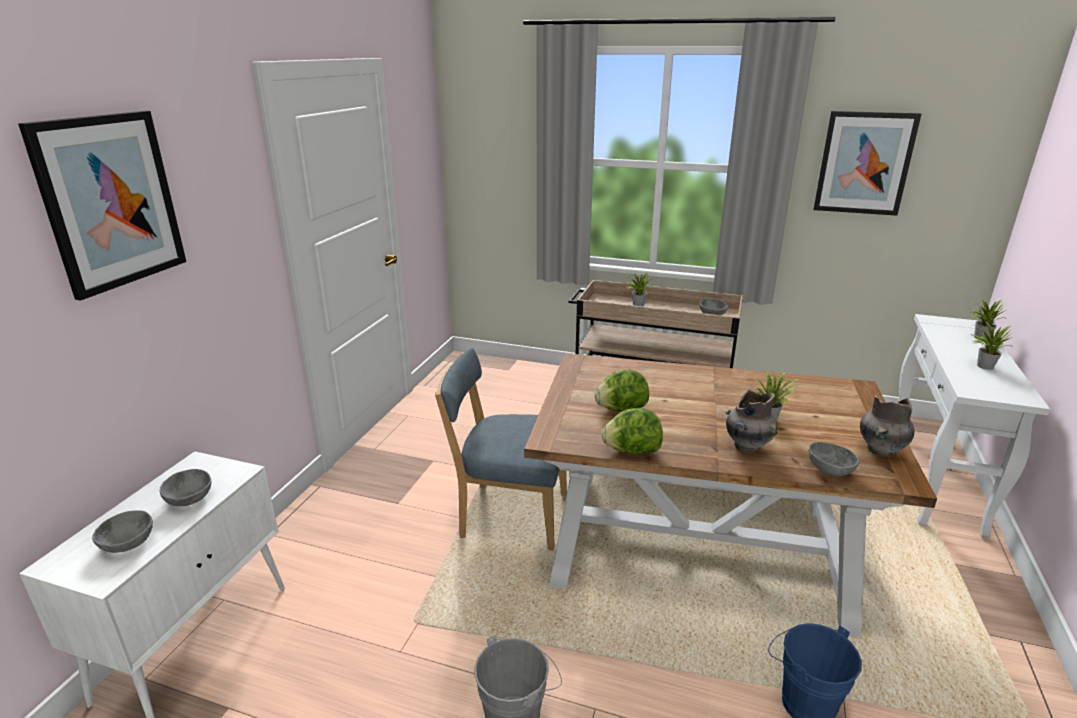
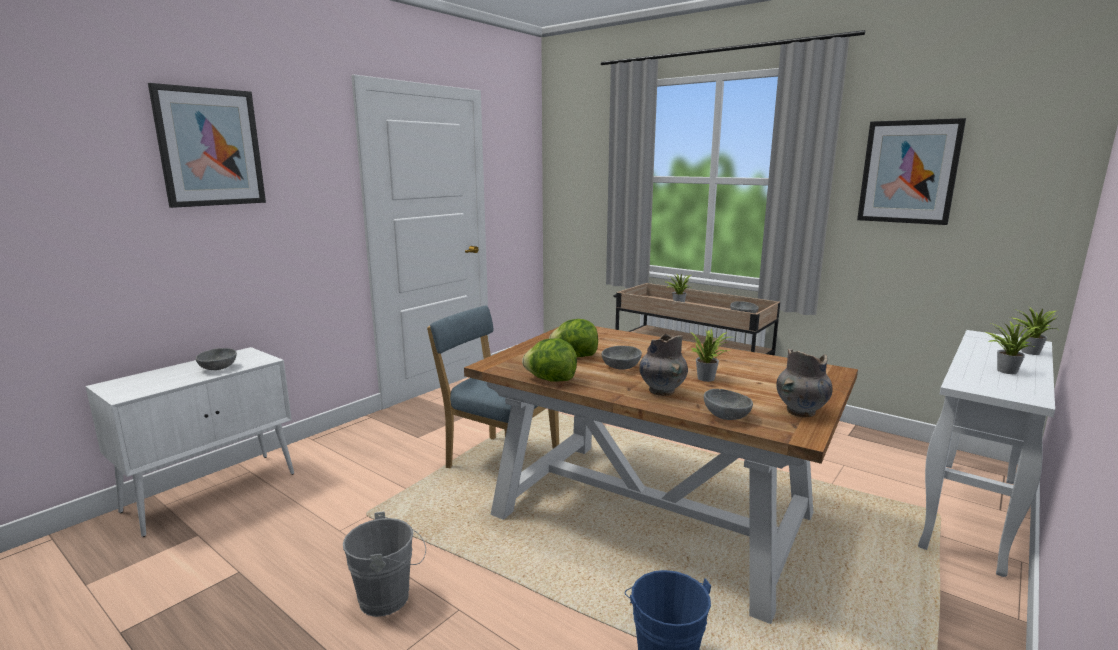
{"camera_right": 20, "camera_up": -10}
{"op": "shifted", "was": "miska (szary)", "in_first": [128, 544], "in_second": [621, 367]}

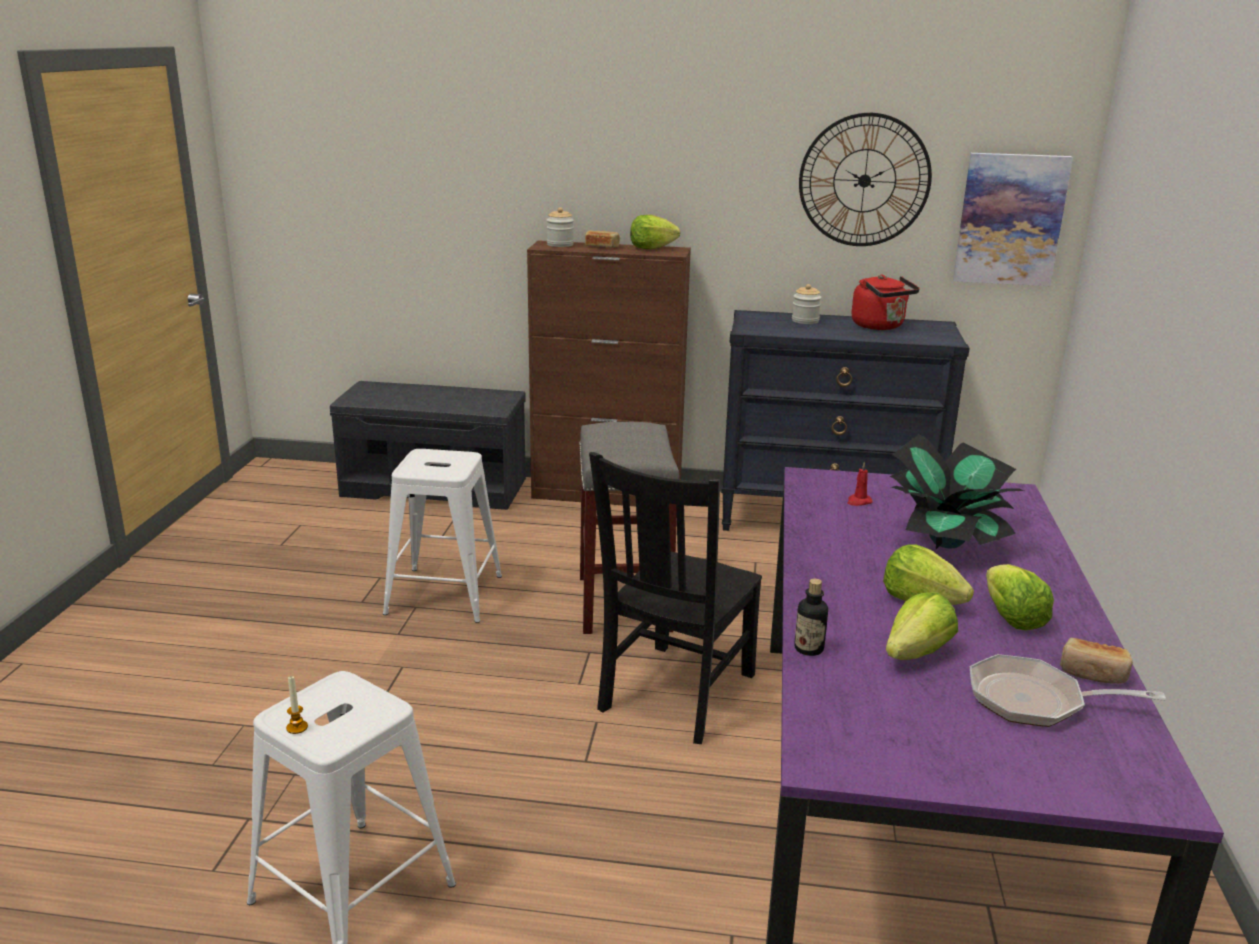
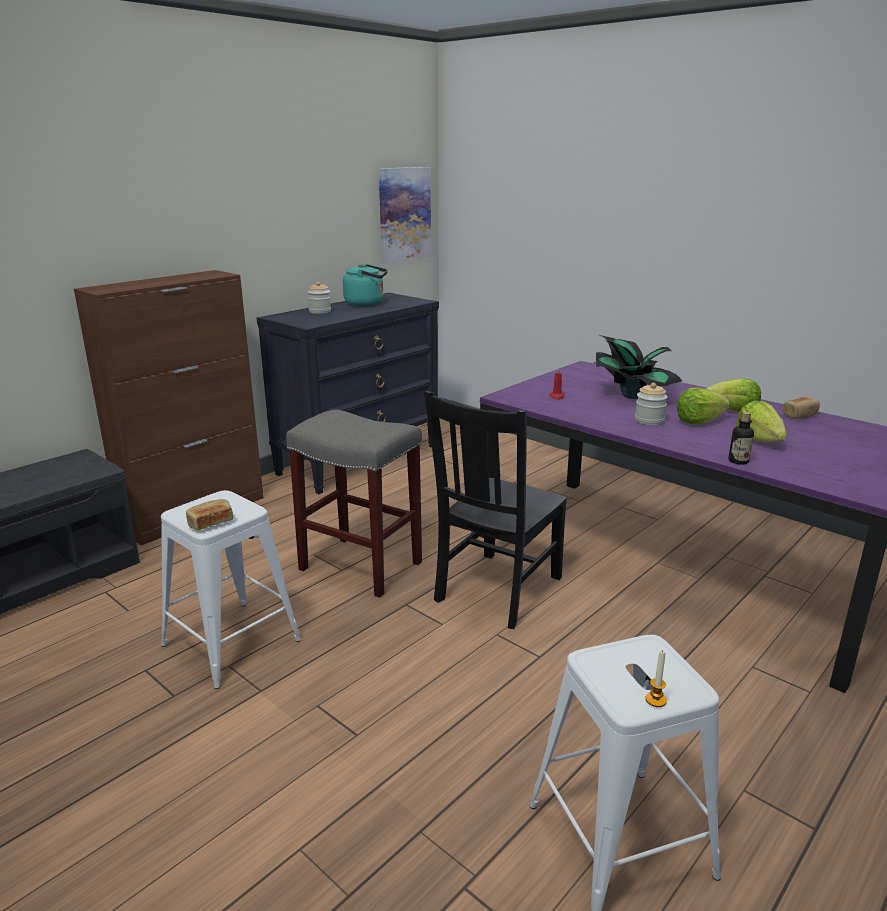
{"camera_right": -55, "camera_up": 0}
{"op": "shifted", "was": "chleb", "in_first": [602, 247], "in_second": [210, 523]}
{"op": "repainted", "was": "czajnik (czerwony)", "now": "czajnik (turkusowy)", "in_first": [880, 326], "in_second": [367, 303]}
{"op": "rotated", "was": "krzesło (czarny)", "in_first": [674, 694], "in_second": [496, 590], "clockwise": 60}
{"op": "shifted", "was": "słoik", "in_first": [560, 245], "in_second": [649, 420]}
{"op": "gone", "was": "sałata", "in_first": [651, 248]}
{"op": "gone", "was": "zegar ścienny", "in_first": [864, 180]}
{"op": "gone", "was": "patelnia", "in_first": [1035, 701]}

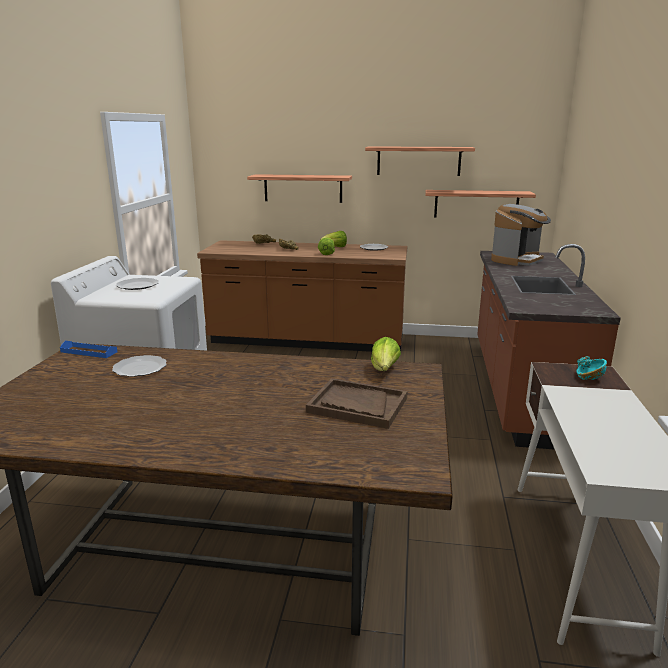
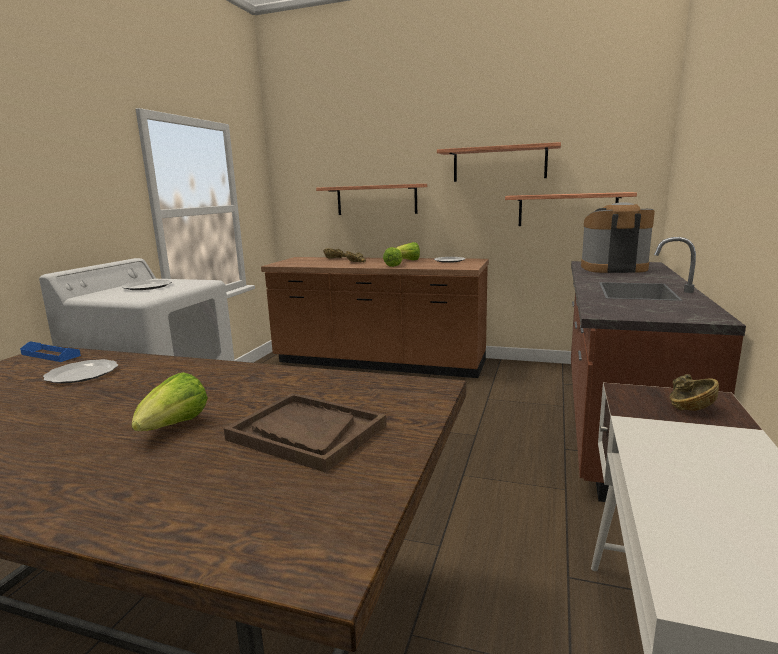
{"camera_right": 10, "camera_up": -5}
{"op": "shifted", "was": "sałata", "in_first": [384, 370], "in_second": [174, 427]}
{"op": "rotated", "was": "ekspres do kawy", "in_first": [517, 260], "in_second": [613, 268], "clockwise": -135}
{"op": "repainted", "was": "miska (turkusowy)", "now": "miska (brązowy)", "in_first": [585, 375], "in_second": [685, 403]}

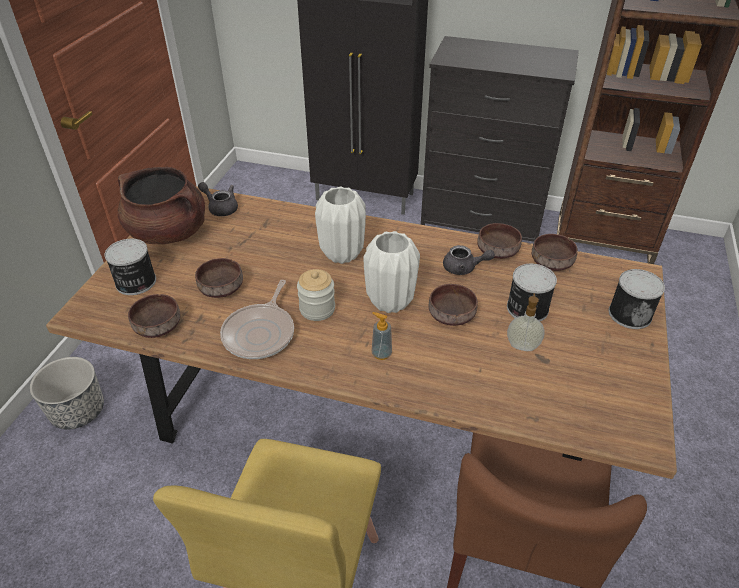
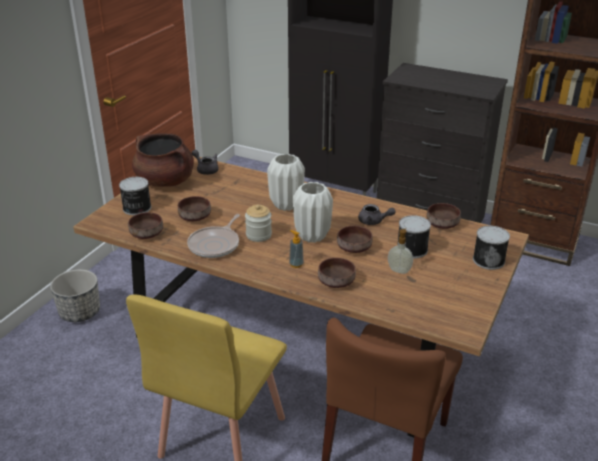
{"camera_right": 10, "camera_up": -10}
{"op": "shifted", "was": "miska (brązowy)", "in_first": [497, 250], "in_second": [336, 281]}

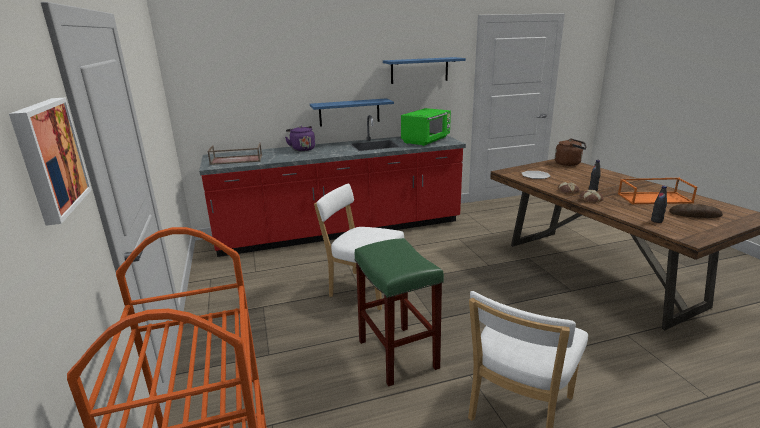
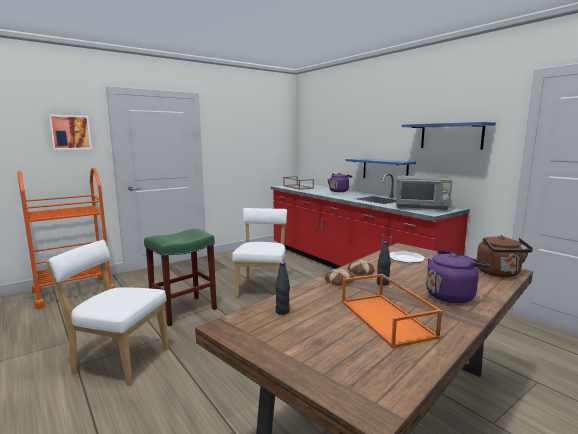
{"camera_right": 70, "camera_up": -10}
{"op": "repainted", "was": "mikrofalówka (zielony)", "now": "mikrofalówka (szary)", "in_first": [426, 140], "in_second": [421, 207]}
{"op": "new", "now": "czajnik (fioletowy)", "in_second": [452, 295]}
{"op": "gone", "was": "chleb", "in_first": [694, 214]}

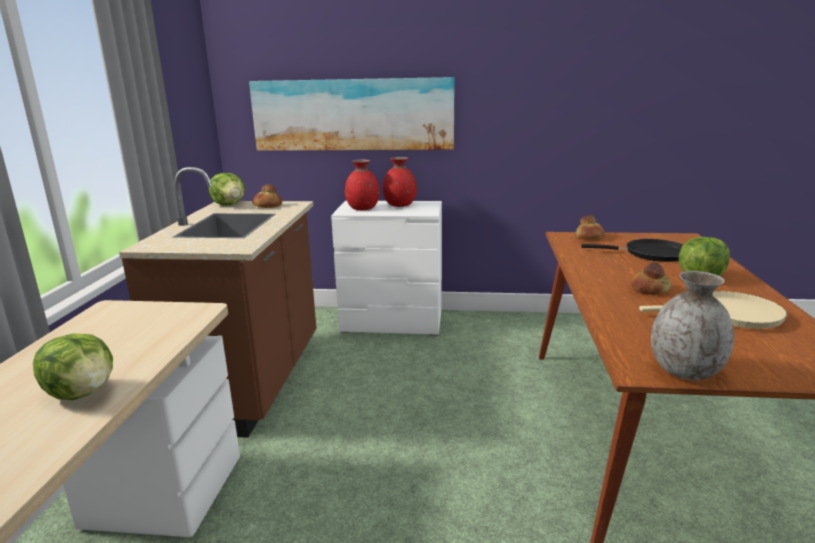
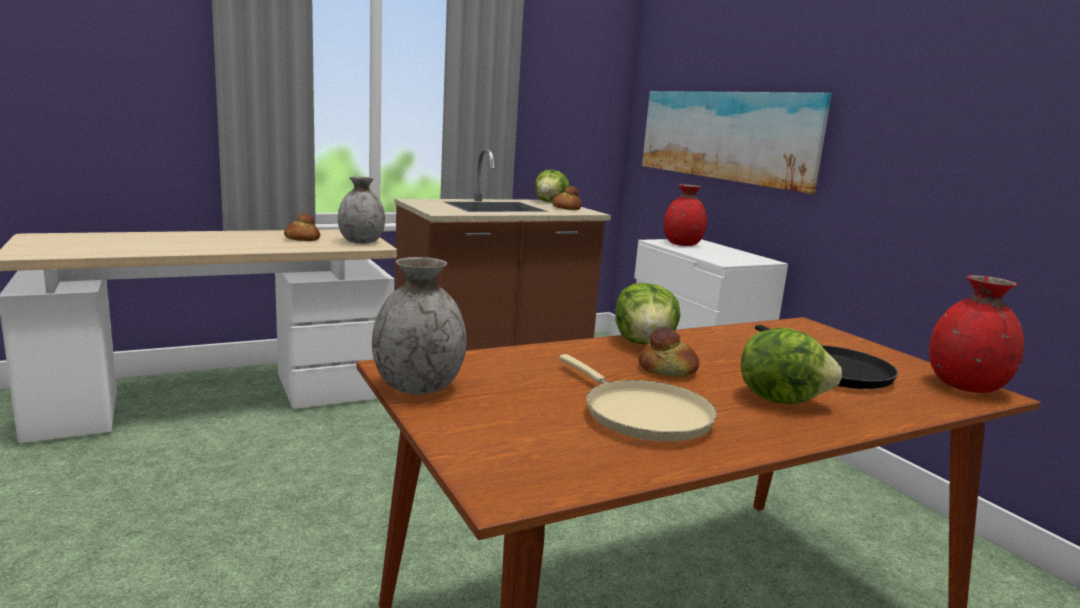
{"camera_right": 55, "camera_up": -5}
{"op": "shifted", "was": "chleb", "in_first": [589, 237], "in_second": [302, 239]}
{"op": "new", "now": "wazon (szary)", "in_second": [361, 242]}
{"op": "shifted", "was": "sałata", "in_first": [83, 392], "in_second": [644, 343]}
{"op": "shifted", "was": "wazon (czerwony)", "in_first": [400, 205], "in_second": [966, 386]}

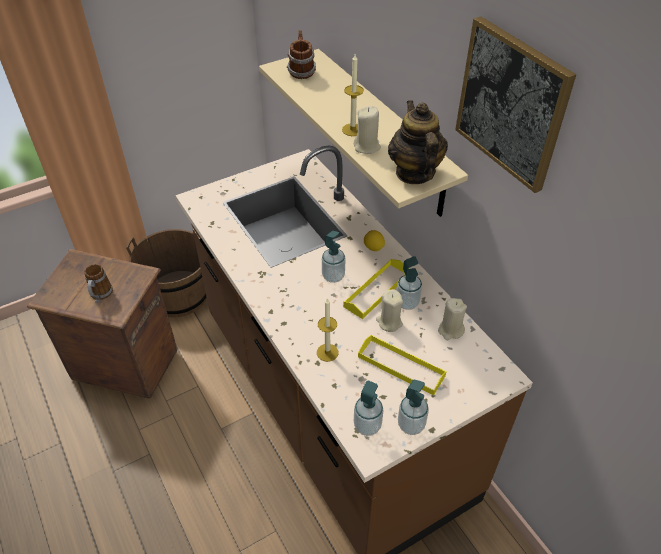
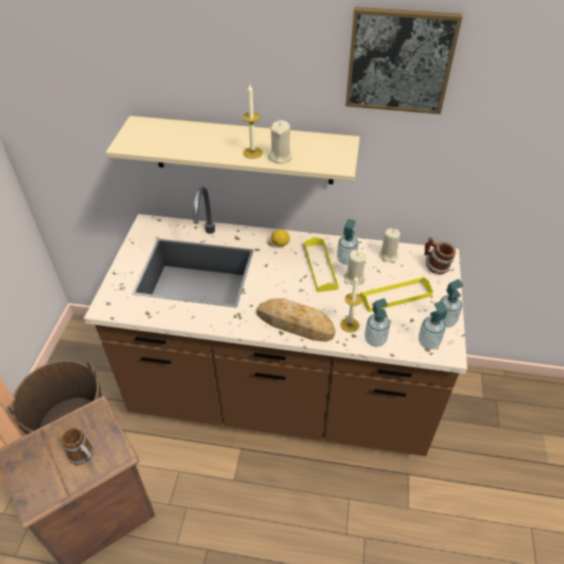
{"camera_right": -50, "camera_up": 0}
{"op": "new", "now": "chleb", "in_second": [295, 323]}
{"op": "shifted", "was": "dozownik mydła", "in_first": [333, 276], "in_second": [375, 340]}
{"op": "shifted", "was": "kubek", "in_first": [301, 72], "in_second": [435, 266]}
{"op": "gone", "was": "imbryk", "in_first": [414, 173]}

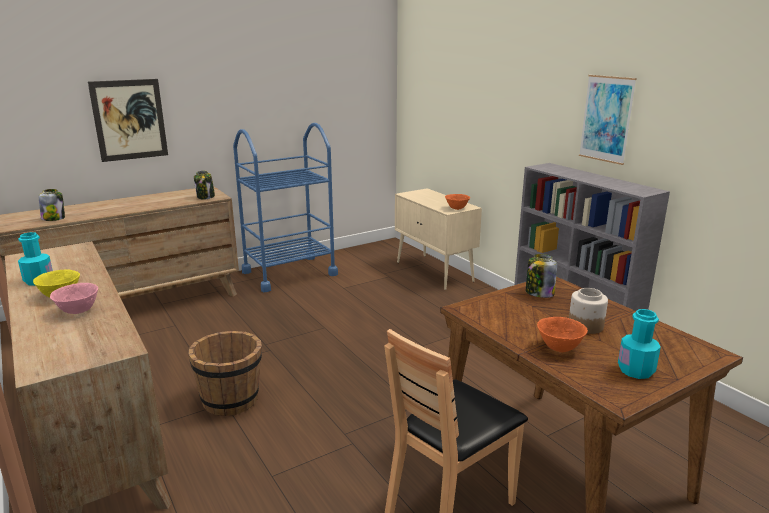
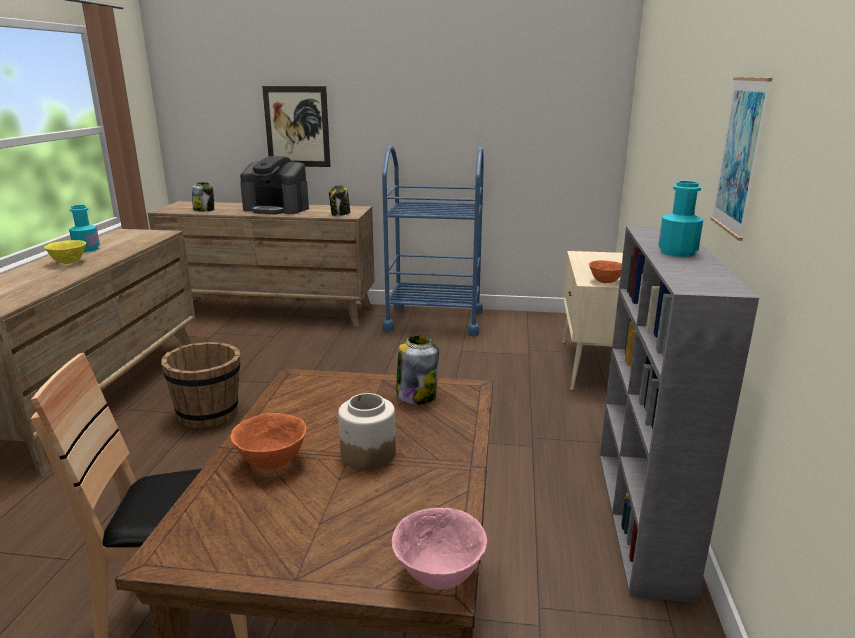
{"camera_right": 40, "camera_up": 0}
{"op": "new", "now": "ekspres do kawy", "in_second": [277, 209]}
{"op": "shifted", "was": "miska (różowy)", "in_first": [78, 311], "in_second": [438, 576]}
{"op": "shifted", "was": "butelka (turkusowy)", "in_first": [635, 370], "in_second": [677, 252]}

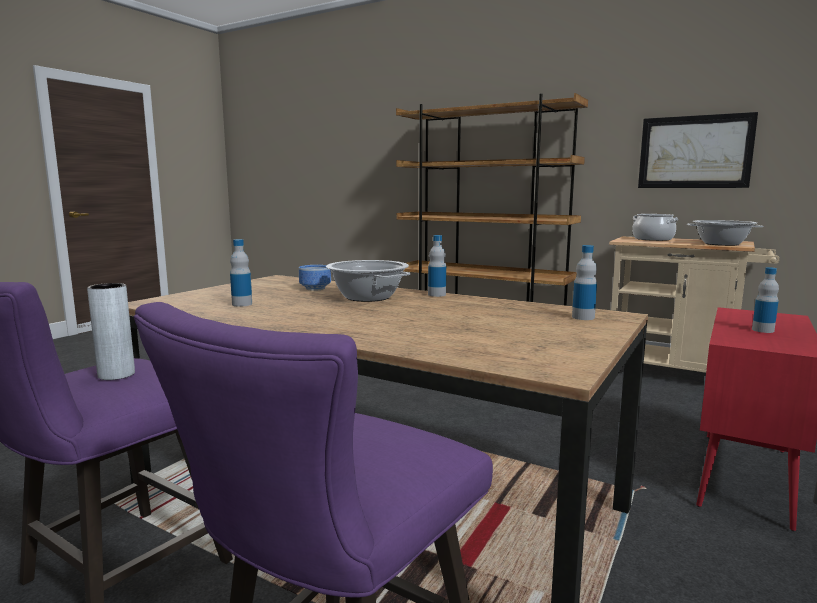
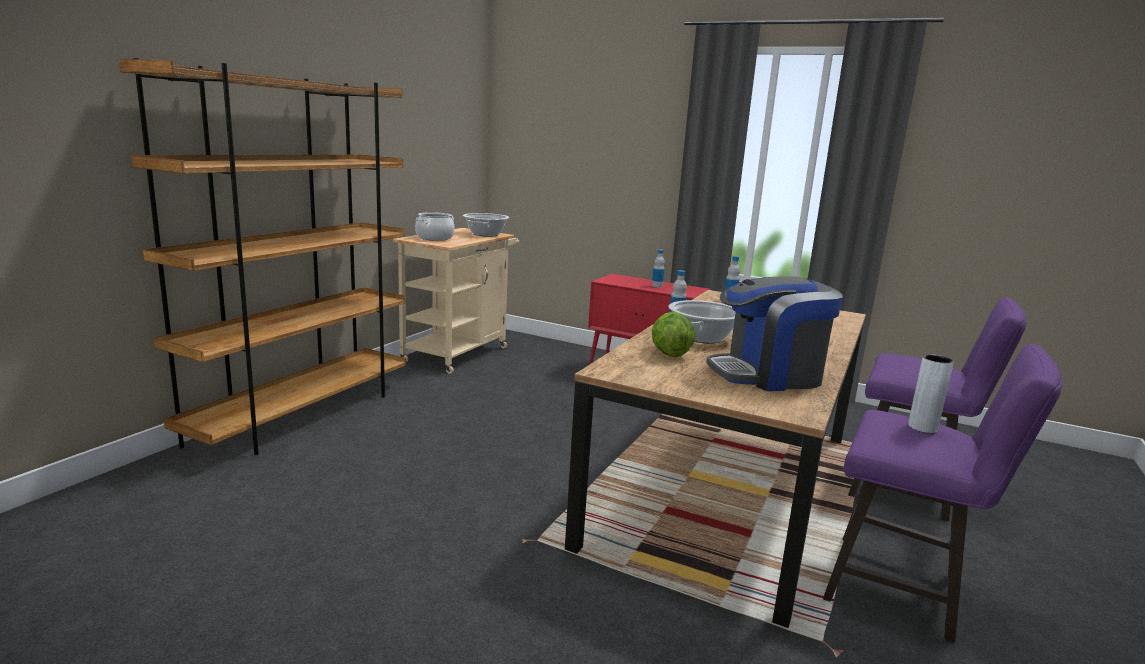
{"camera_right": -95, "camera_up": 5}
{"op": "swapped", "was": "miska", "now": "sałata", "in_first": [314, 288], "in_second": [669, 354]}
{"op": "swapped", "was": "butelka", "now": "ekspres do kawy", "in_first": [242, 304], "in_second": [768, 375]}
{"op": "gone", "was": "obraz", "in_first": [694, 152]}

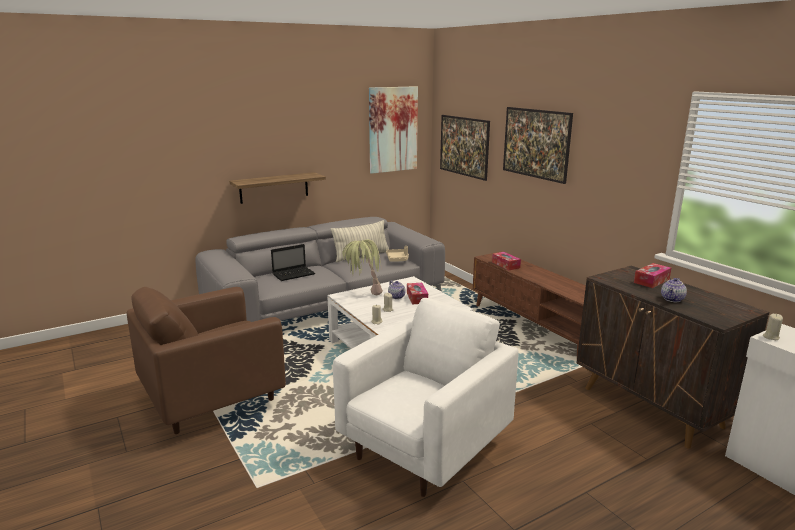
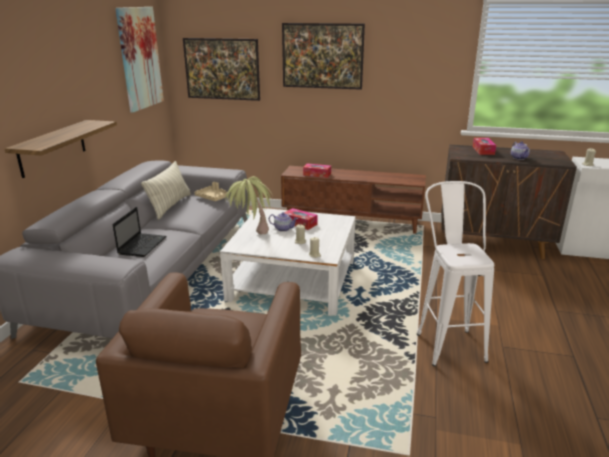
{"camera_right": -45, "camera_up": 5}
{"op": "swapped", "was": "fotel (biały)", "now": "stołek (biały)", "in_first": [424, 448], "in_second": [447, 341]}

